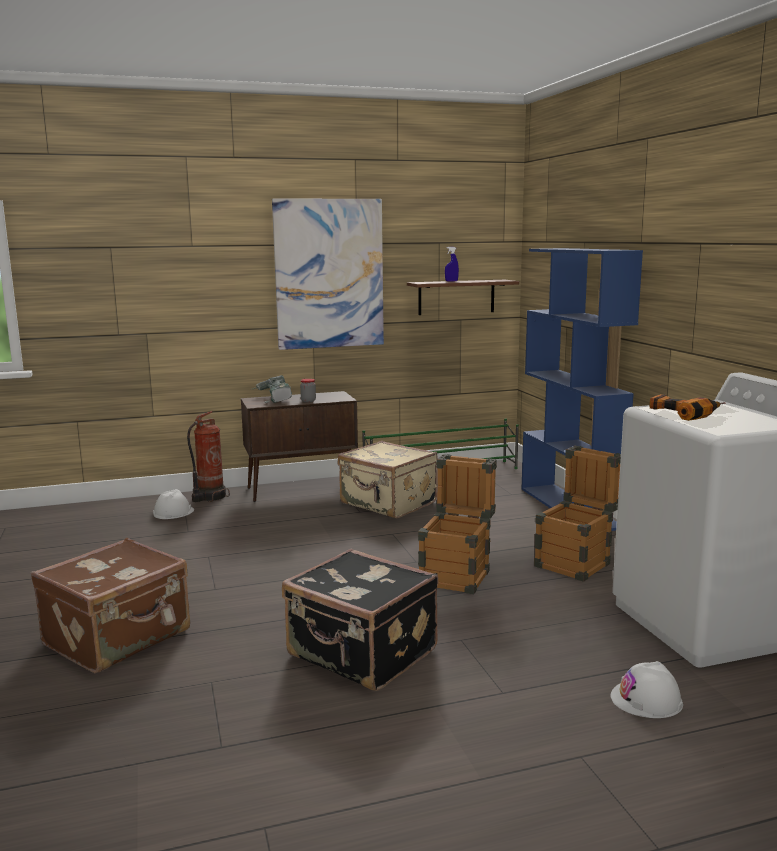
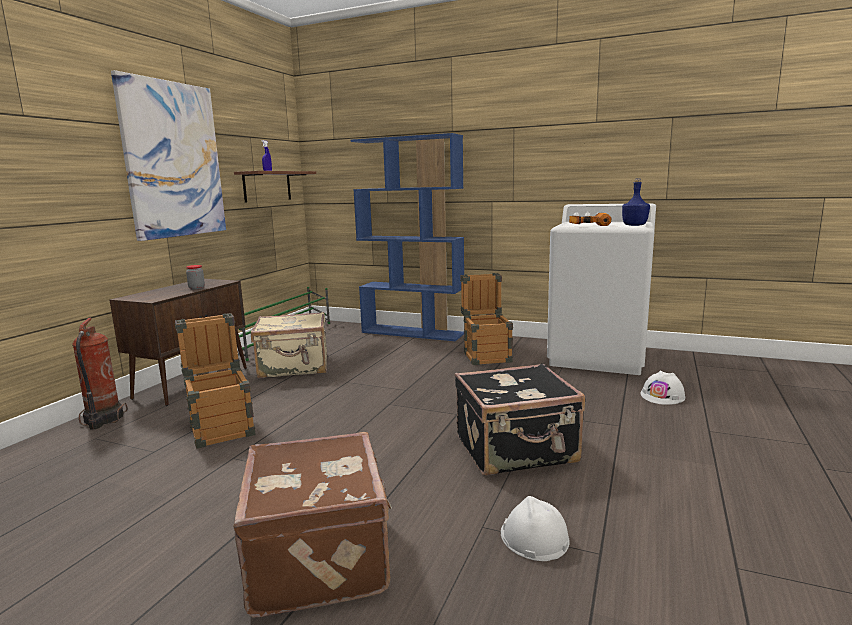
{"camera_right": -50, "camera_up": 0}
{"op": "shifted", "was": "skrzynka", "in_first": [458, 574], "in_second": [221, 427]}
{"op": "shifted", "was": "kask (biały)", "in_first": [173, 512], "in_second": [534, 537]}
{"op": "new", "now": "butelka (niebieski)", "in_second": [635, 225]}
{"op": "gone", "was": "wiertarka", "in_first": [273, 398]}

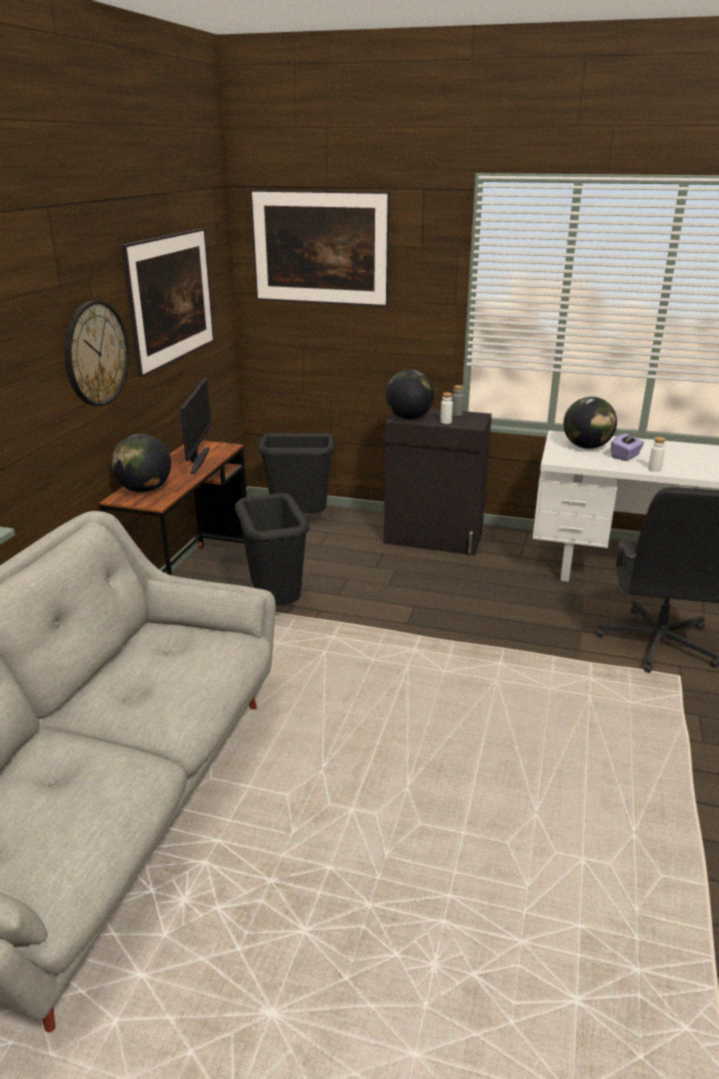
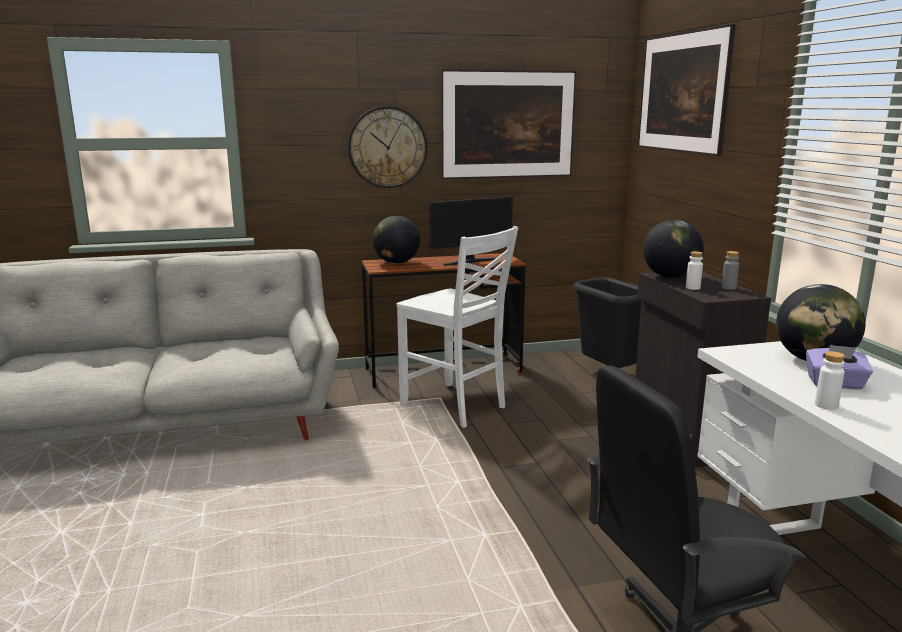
{"camera_right": 60, "camera_up": -10}
{"op": "swapped", "was": "kosz na śmieci (czarny)", "now": "krzesło (biały)", "in_first": [276, 607], "in_second": [455, 406]}

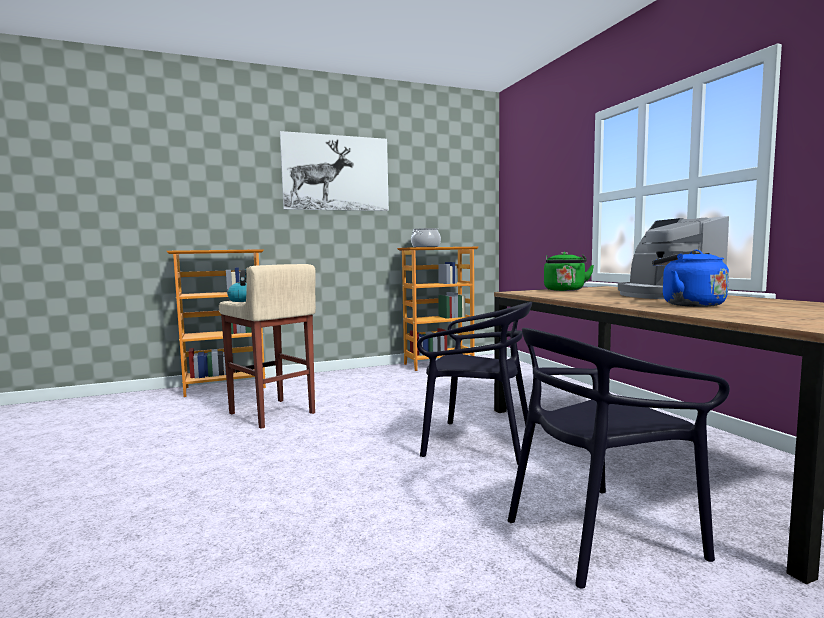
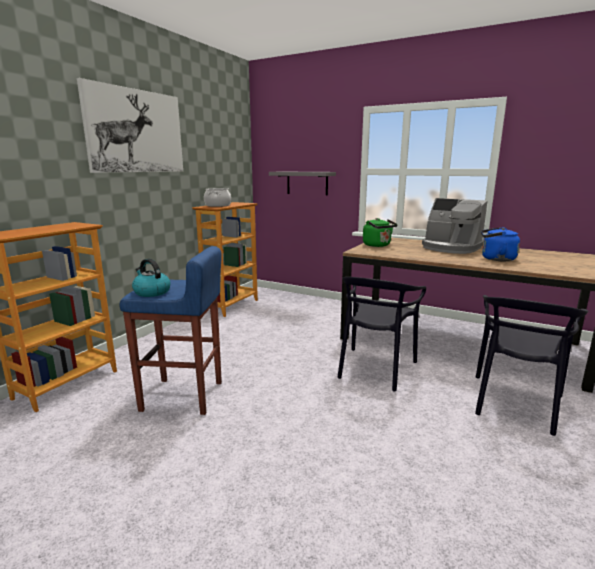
{"camera_right": -40, "camera_up": 10}
{"op": "repainted", "was": "stołek (beżowy)", "now": "stołek (niebieski)", "in_first": [271, 413], "in_second": [183, 396]}
{"op": "new", "now": "półka (szary)", "in_second": [307, 183]}
{"op": "rotated", "was": "krzesło (czarny)", "in_first": [477, 443], "in_second": [375, 368], "clockwise": 135}

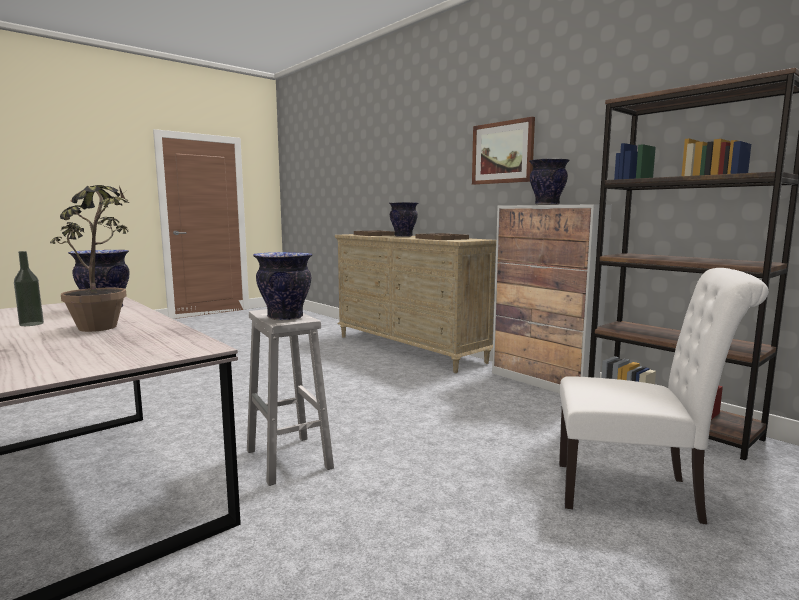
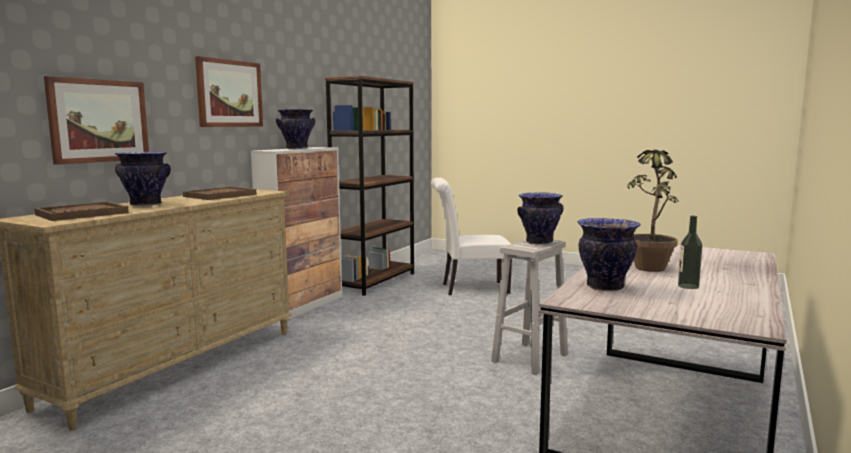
{"camera_right": -110, "camera_up": 0}
{"op": "new", "now": "obraz", "in_second": [99, 121]}
{"op": "rotated", "was": "krzesło (biały)", "in_first": [636, 493], "in_second": [470, 288], "clockwise": -90}

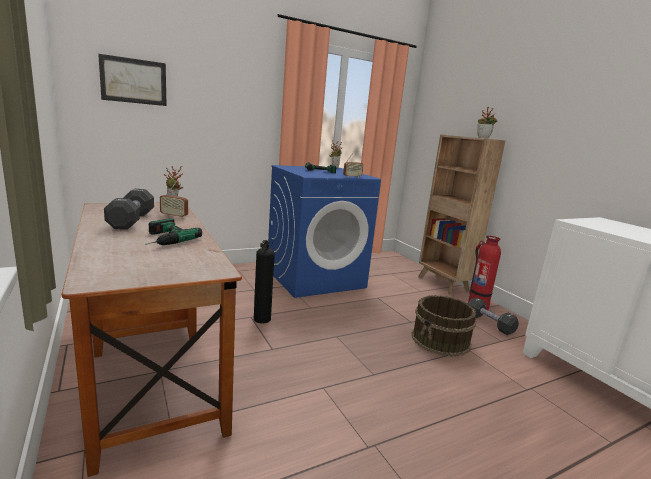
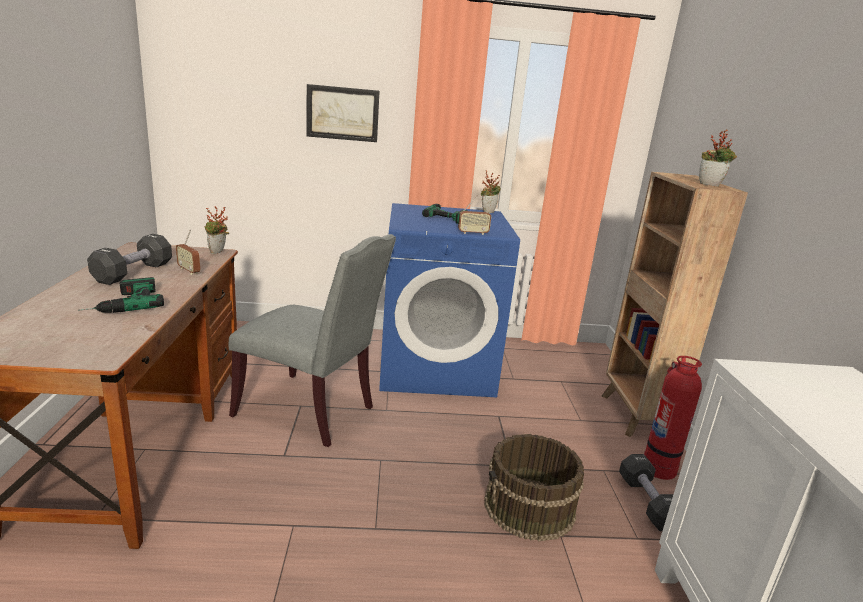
{"camera_right": 25, "camera_up": 5}
{"op": "swapped", "was": "gaśnica", "now": "krzesło (szary)", "in_first": [262, 319], "in_second": [311, 411]}
{"op": "shifted", "was": "obraz", "in_first": [134, 81], "in_second": [342, 113]}

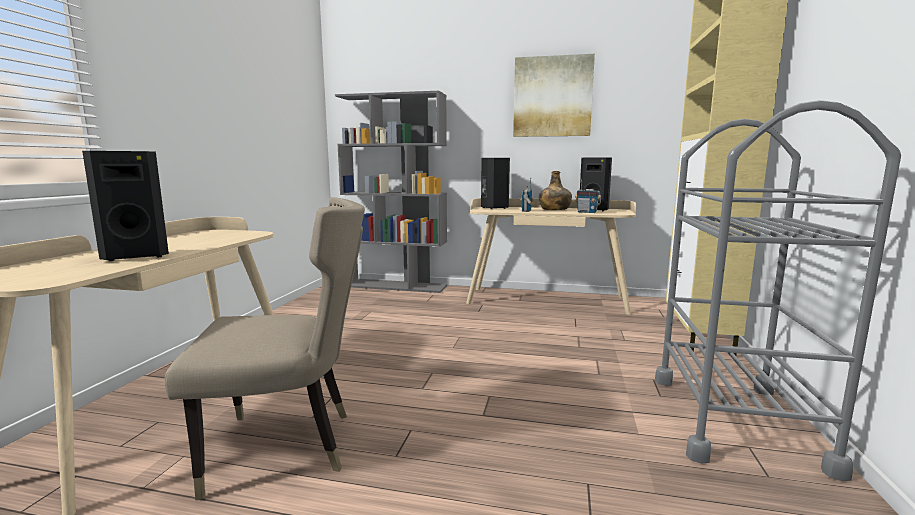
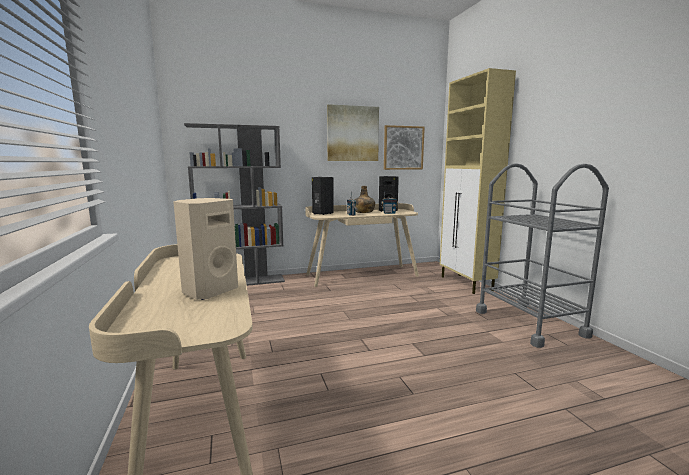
{"camera_right": -30, "camera_up": 0}
{"op": "repainted", "was": "głośnik (czarny)", "now": "głośnik (beżowy)", "in_first": [137, 256], "in_second": [209, 291]}
{"op": "new", "now": "obraz", "in_second": [403, 148]}
{"op": "gone", "was": "krzesło (beżowy)", "in_first": [288, 446]}

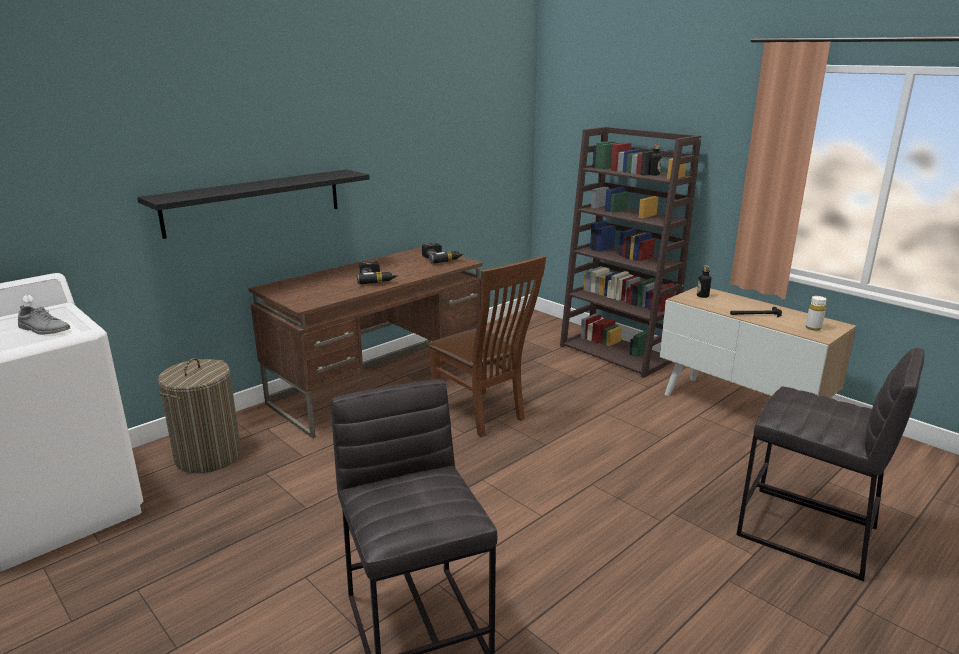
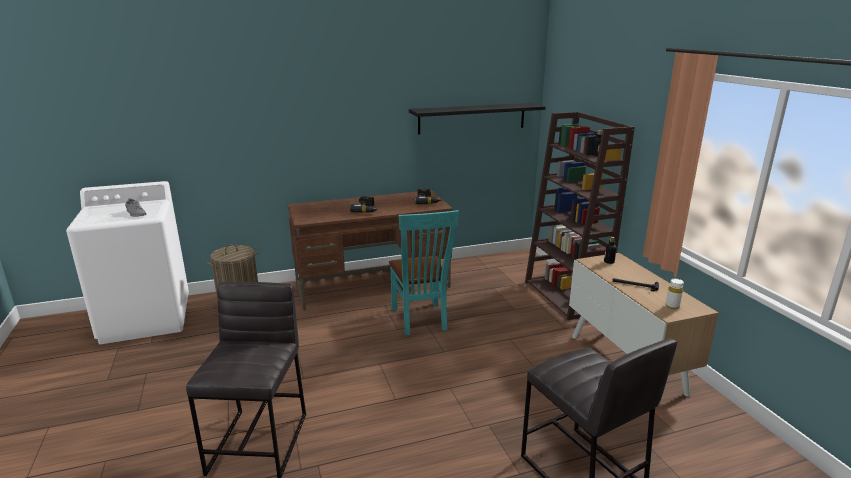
{"camera_right": 25, "camera_up": 0}
{"op": "repainted", "was": "krzesło (brązowy)", "now": "krzesło (turkusowy)", "in_first": [482, 415], "in_second": [420, 320]}
{"op": "shifted", "was": "półka (czarny)", "in_first": [254, 202], "in_second": [472, 118]}

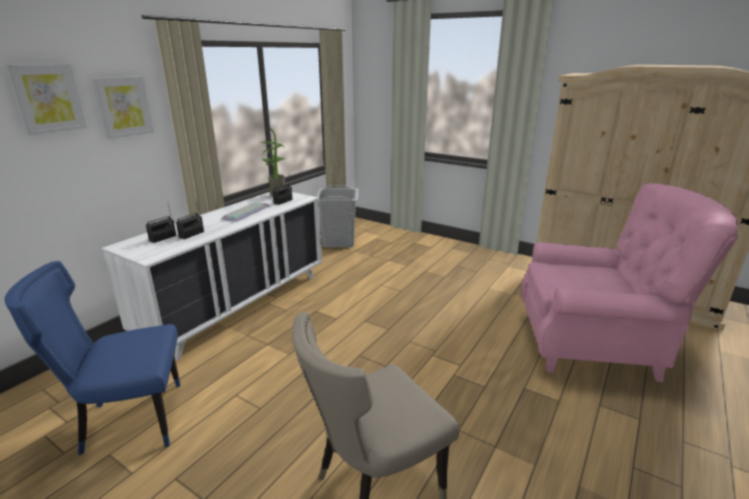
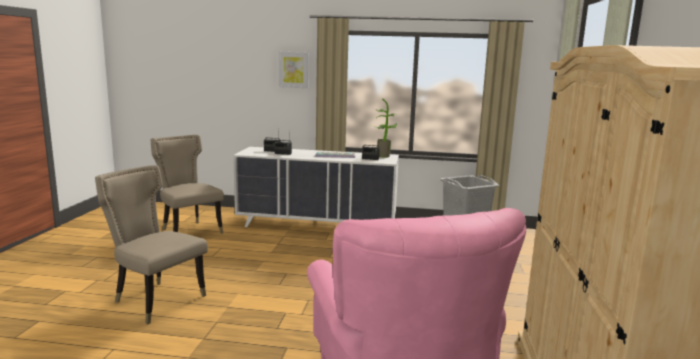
{"camera_right": 65, "camera_up": -10}
{"op": "repainted", "was": "krzesło (niebieski)", "now": "krzesło (beżowy)", "in_first": [129, 421], "in_second": [189, 231]}
{"op": "gone", "was": "obraz", "in_first": [47, 98]}

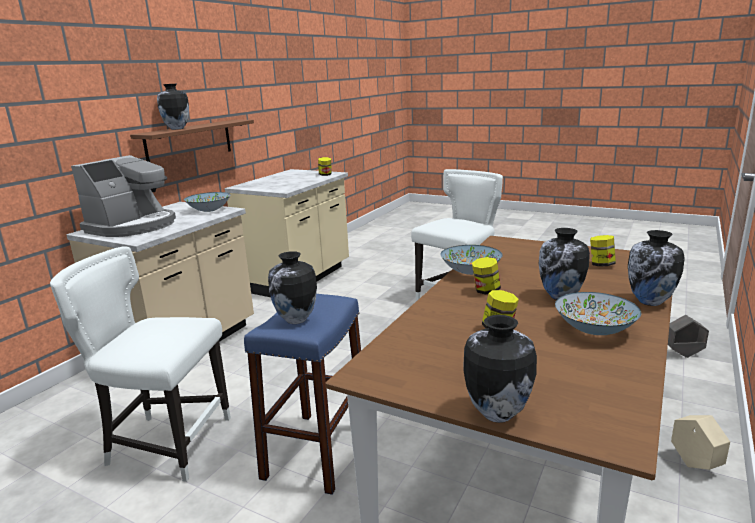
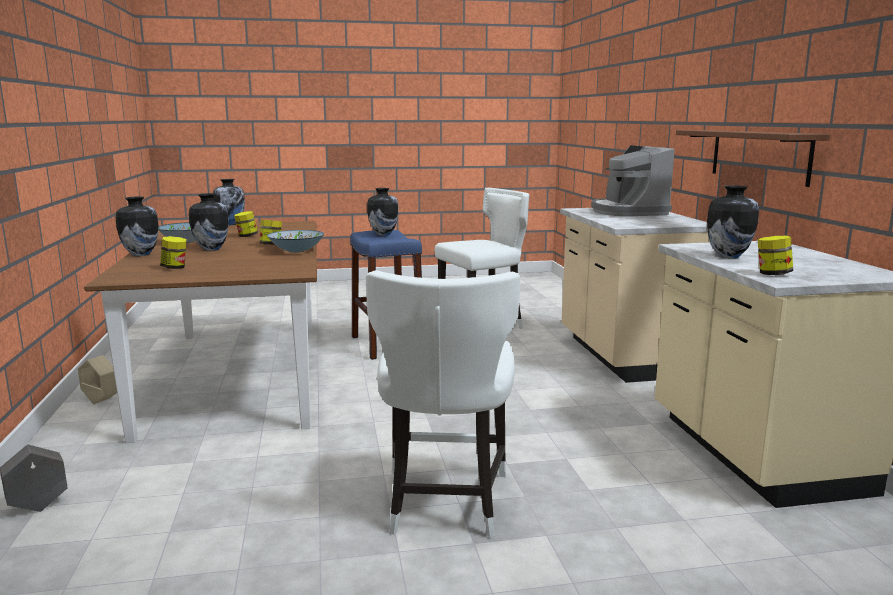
{"camera_right": 140, "camera_up": -5}
{"op": "shifted", "was": "wazon", "in_first": [176, 129], "in_second": [728, 256]}
{"op": "gone", "was": "miska", "in_first": [209, 210]}

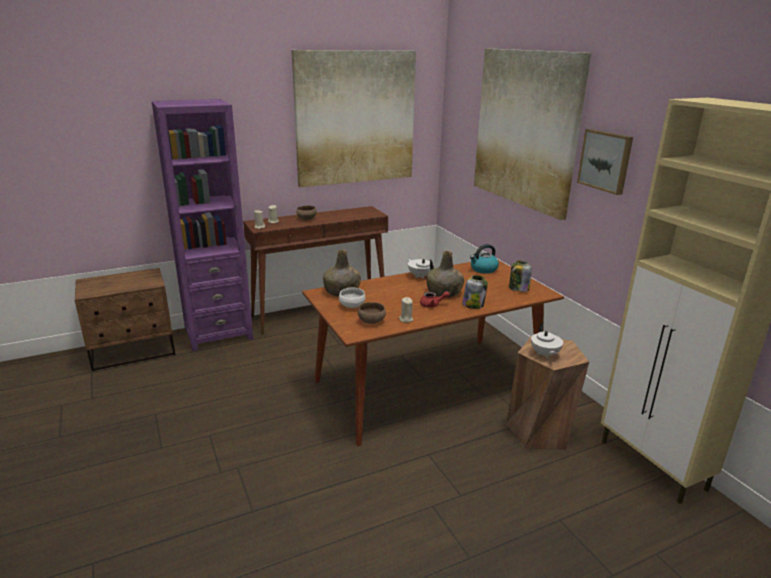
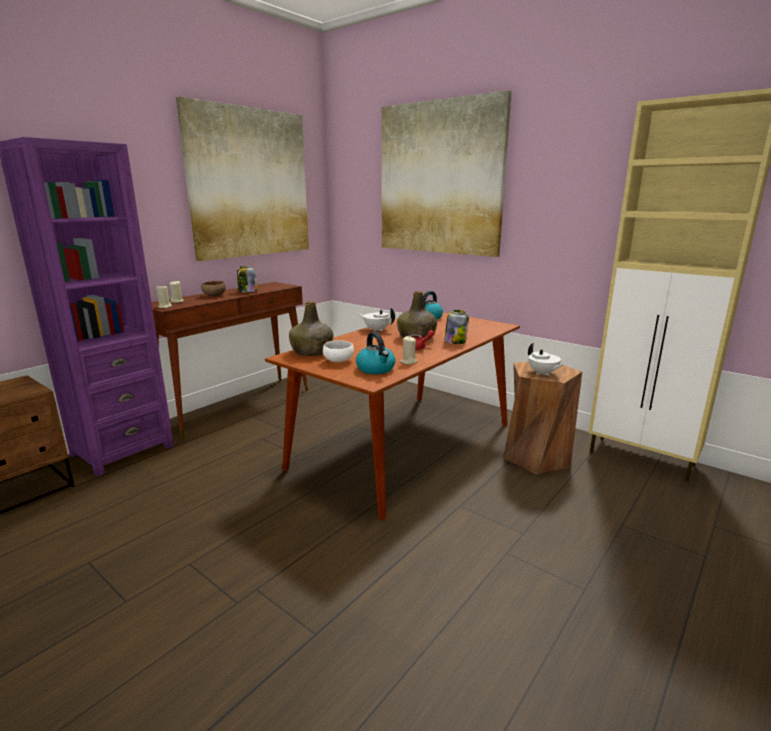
{"camera_right": -25, "camera_up": -5}
{"op": "shifted", "was": "słoik", "in_first": [518, 288], "in_second": [247, 292]}
{"op": "swapped", "was": "miska (brązowy)", "now": "czajnik", "in_first": [372, 321], "in_second": [376, 369]}
{"op": "gone", "was": "obraz", "in_first": [606, 160]}

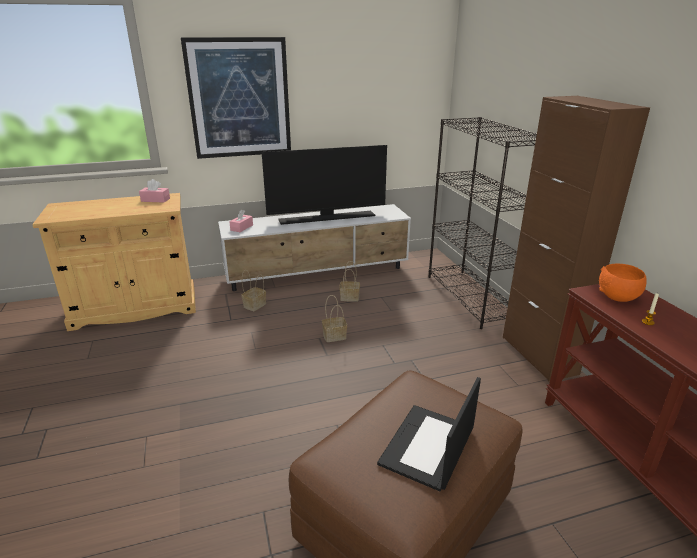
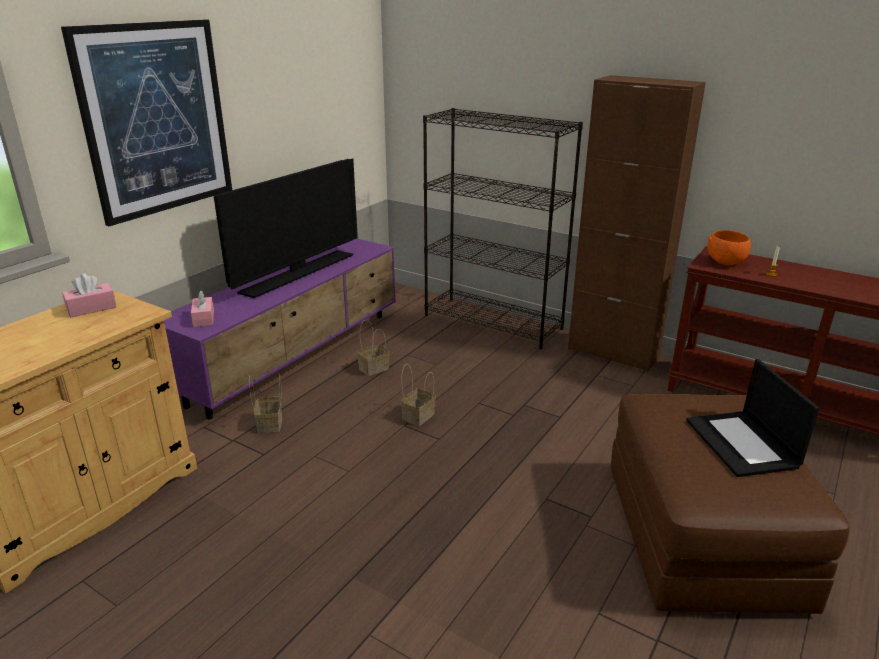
{"camera_right": -40, "camera_up": 0}
{"op": "repainted", "was": "szafka pod telewizor (biały)", "now": "szafka pod telewizor (fioletowy)", "in_first": [318, 274], "in_second": [296, 356]}

